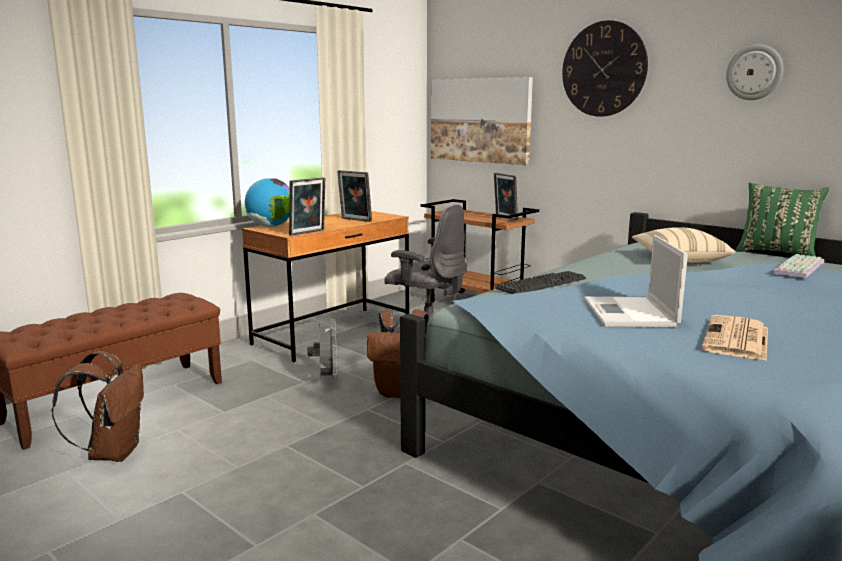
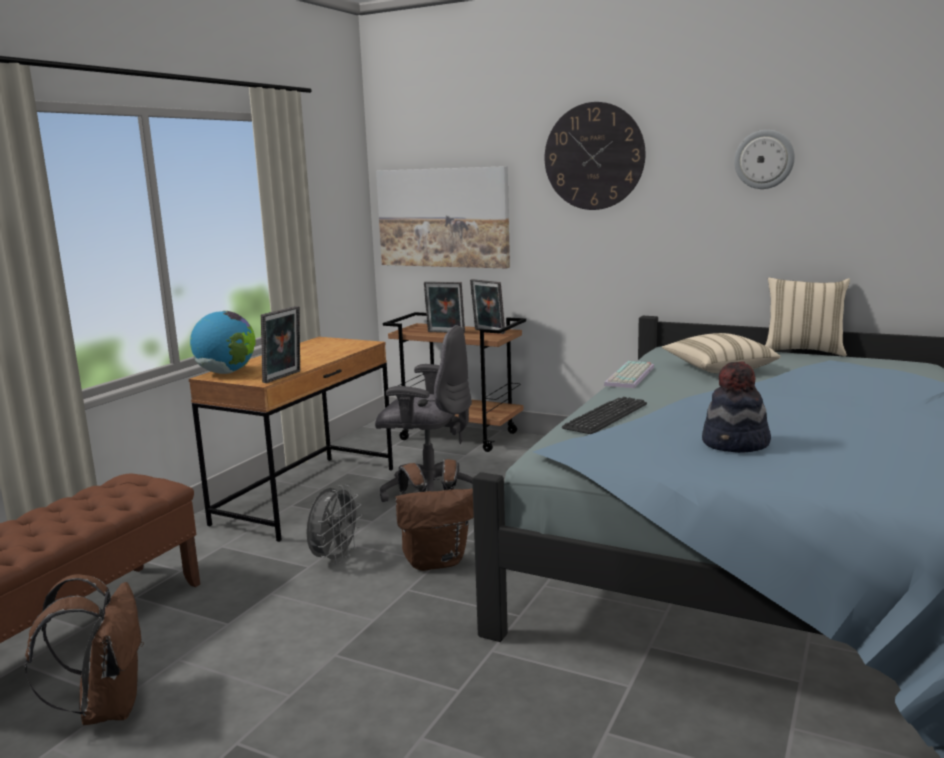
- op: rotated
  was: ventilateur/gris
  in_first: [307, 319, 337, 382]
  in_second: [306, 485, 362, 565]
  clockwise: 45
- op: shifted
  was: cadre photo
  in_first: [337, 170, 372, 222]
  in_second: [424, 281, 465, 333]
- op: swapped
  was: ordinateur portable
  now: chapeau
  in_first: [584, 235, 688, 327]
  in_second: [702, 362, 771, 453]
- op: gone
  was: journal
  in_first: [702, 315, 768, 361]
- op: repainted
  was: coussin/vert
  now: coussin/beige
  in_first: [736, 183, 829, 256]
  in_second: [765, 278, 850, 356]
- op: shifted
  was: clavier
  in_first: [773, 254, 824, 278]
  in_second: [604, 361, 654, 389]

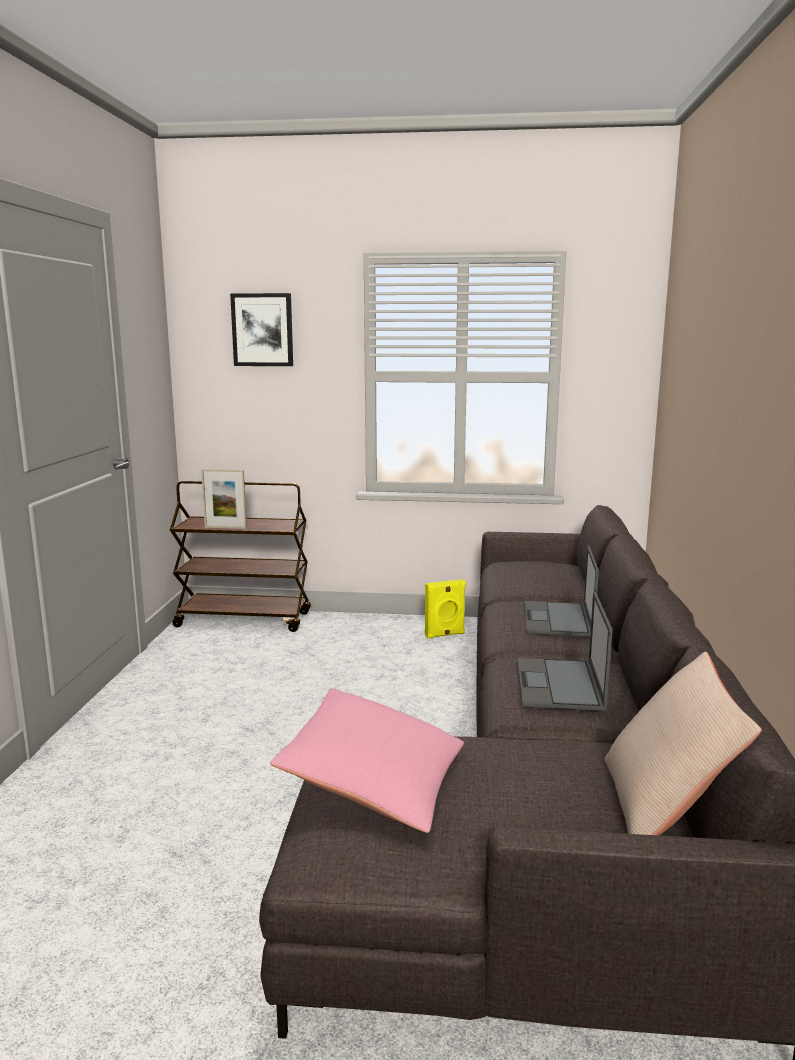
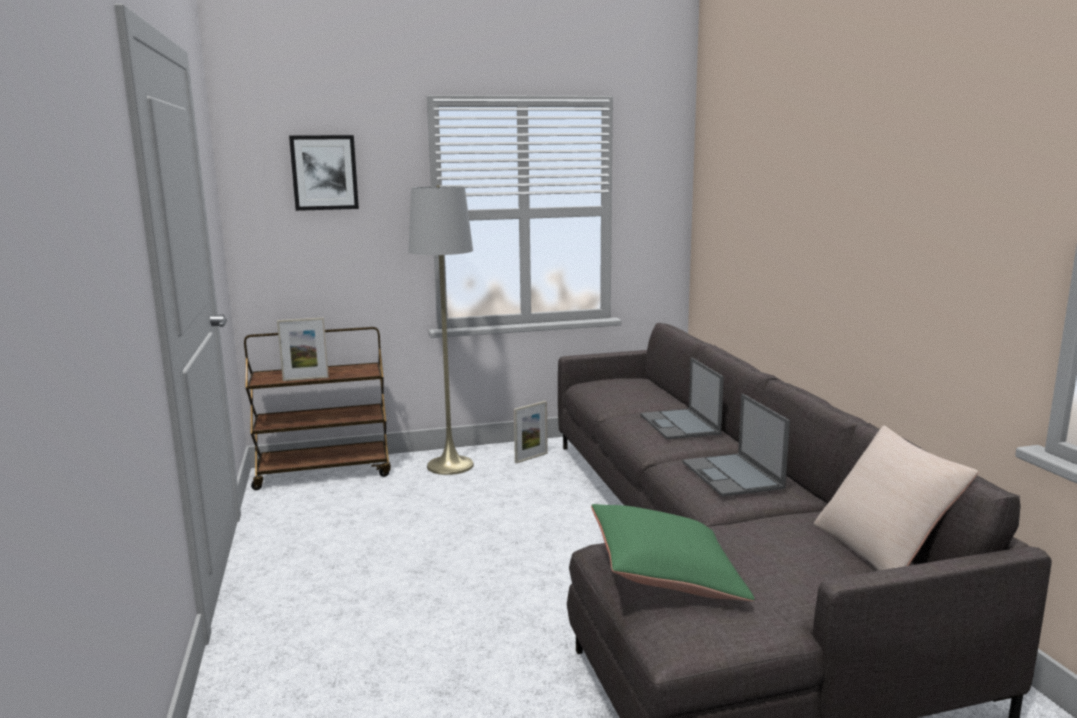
- op: repainted
  was: coussin/rose
  now: coussin/vert
  in_first: [270, 689, 464, 833]
  in_second: [591, 504, 755, 601]
- op: swapped
  was: enceinte/jaune
  now: cadre photo
  in_first: [425, 579, 466, 639]
  in_second: [514, 401, 548, 464]
- op: new
  now: lampadaire/gris
  in_second: [409, 185, 474, 475]

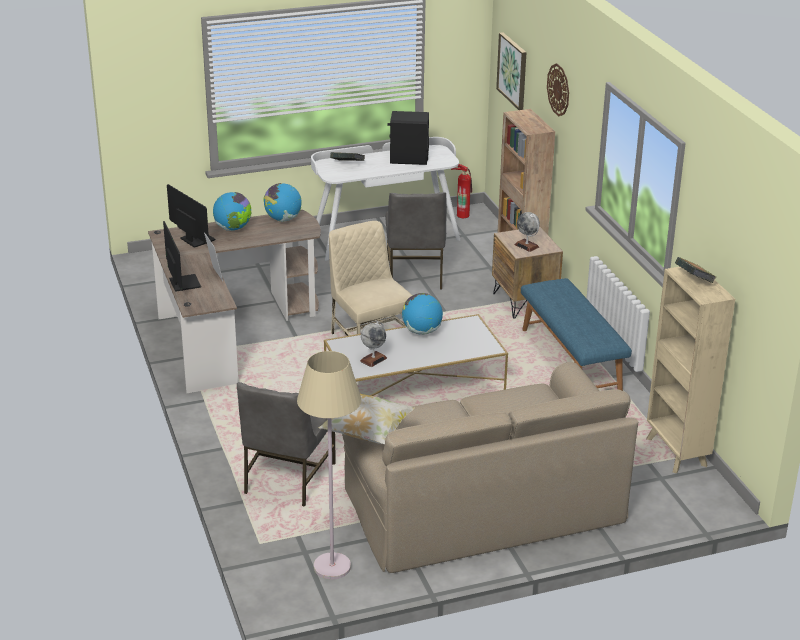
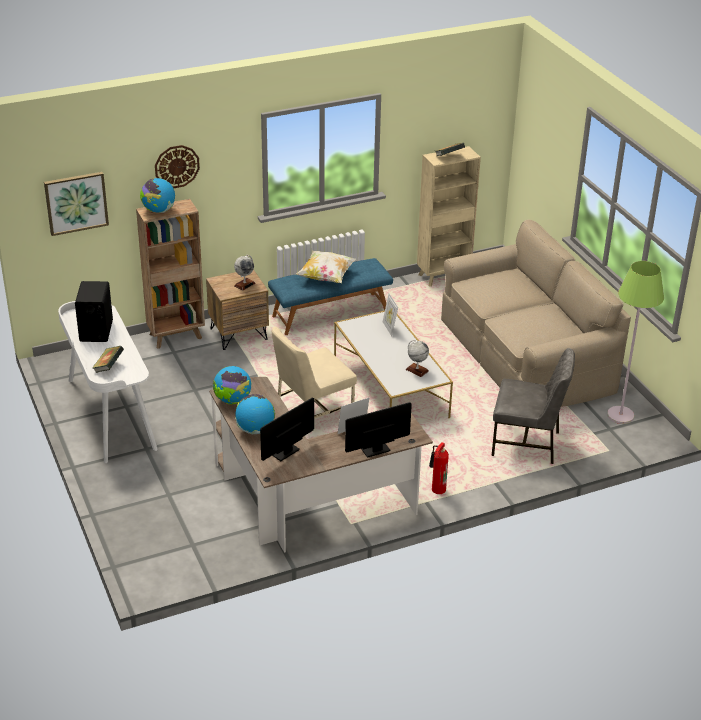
- op: repainted
  was: lampadaire/beige
  now: lampadaire/vert
  in_first: [297, 351, 361, 579]
  in_second: [607, 261, 664, 424]
- op: shifted
  was: coussin
  in_first: [319, 394, 415, 445]
  in_second: [296, 251, 356, 283]
- op: gone
  was: chaise/gris
  in_first: [386, 192, 447, 290]
- op: shifted
  was: globe
  in_first: [402, 293, 443, 335]
  in_second: [140, 178, 175, 213]
- op: shifted
  was: extincteur
  in_first: [451, 164, 472, 218]
  in_second: [429, 442, 449, 494]
- op: new
  now: cadre photo
  in_second: [383, 294, 398, 336]

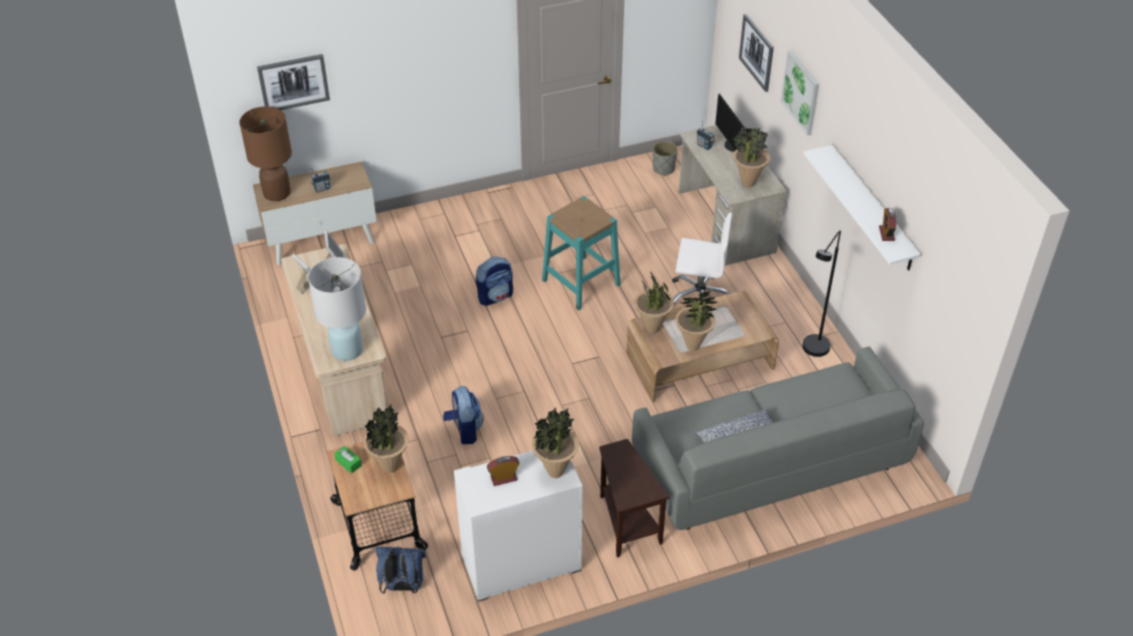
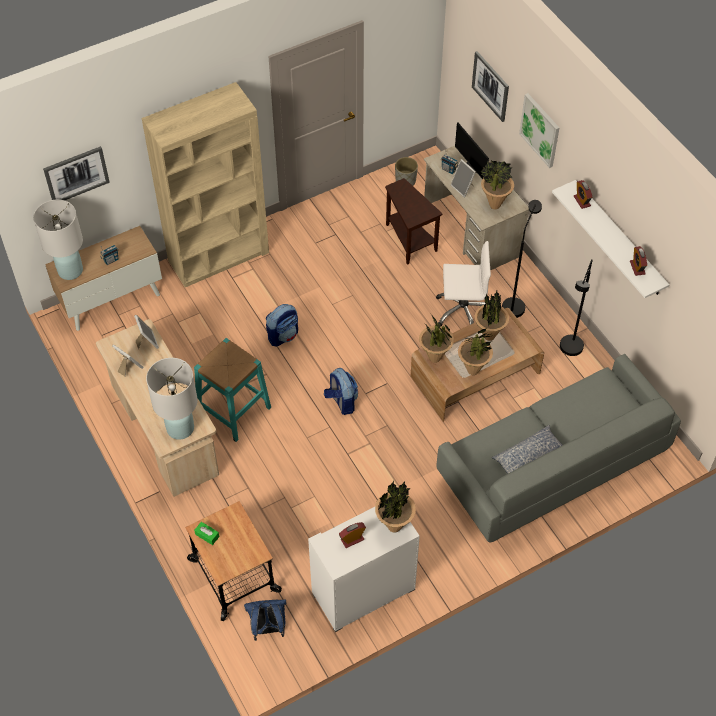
- op: repainted
  was: lampe de table/marron
  now: lampe de table/blanc
  in_first: [239, 106, 292, 201]
  in_second: [33, 200, 83, 280]
- op: shifted
  was: plante en pot
  in_first: [363, 404, 409, 473]
  in_second: [475, 291, 509, 341]
- op: shifted
  was: sac à dos
  in_first: [443, 386, 484, 444]
  in_second: [324, 368, 358, 415]
- op: shifted
  was: tabouret/turquoise
  in_first: [542, 196, 621, 310]
  in_second: [194, 338, 271, 442]
- op: shifted
  was: table d'appoint/marron
  in_first: [599, 439, 670, 558]
  in_second: [385, 178, 442, 265]
- op: new
  now: bibliothèque/beige
  in_second: [142, 82, 269, 287]
- op: new
  now: cadre photo
  in_second: [450, 159, 476, 198]
- op: new
  now: lampadaire/noir
  in_second: [502, 200, 542, 318]
- op: new
  now: réveil
  in_second: [574, 180, 592, 209]

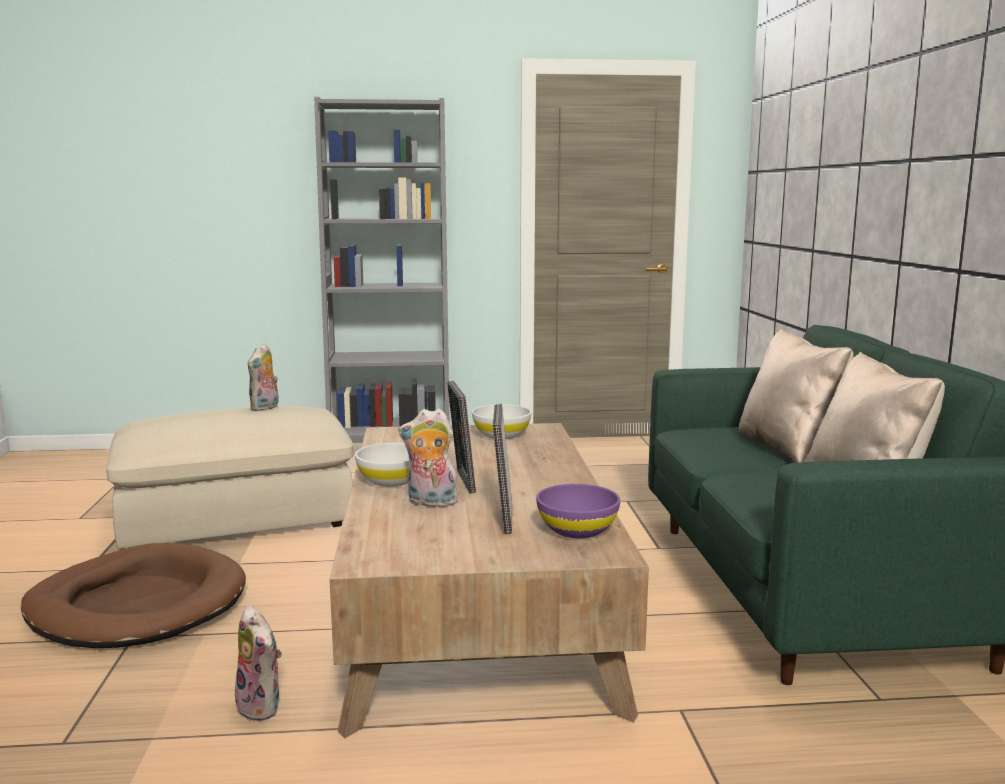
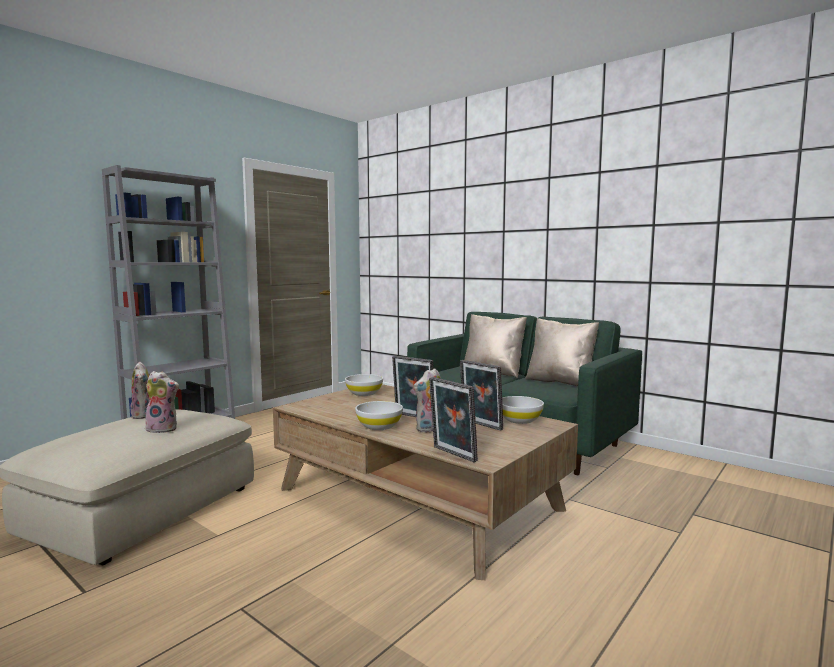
- op: gone
  was: panier pour chien/marron
  in_first: [21, 543, 246, 648]
- op: shifted
  was: peluche
  in_first: [235, 606, 282, 721]
  in_second: [145, 371, 179, 433]
- op: repainted
  was: bol/violet
  now: bol/blanc
  in_first: [536, 484, 620, 538]
  in_second: [502, 396, 544, 424]
- op: new
  now: cadre photo
  in_second: [429, 377, 478, 462]

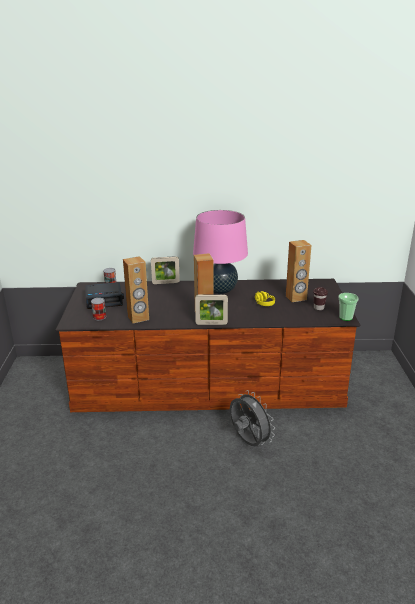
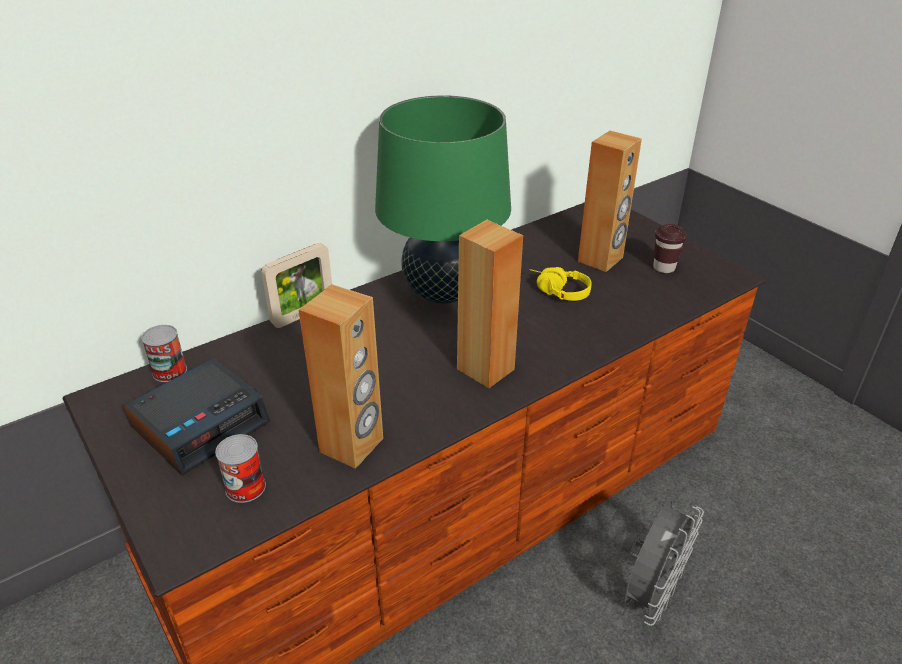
- op: repainted
  was: lampe de table/rose
  now: lampe de table/vert
  in_first: [193, 210, 248, 294]
  in_second: [375, 95, 511, 304]
- op: gone
  was: cadre photo
  in_first: [195, 295, 228, 325]
- op: rotated
  was: ventilateur/gris
  in_first: [230, 390, 275, 446]
  in_second: [622, 501, 704, 626]
  clockwise: 105
- op: gone
  was: tasse
  in_first: [339, 293, 359, 321]

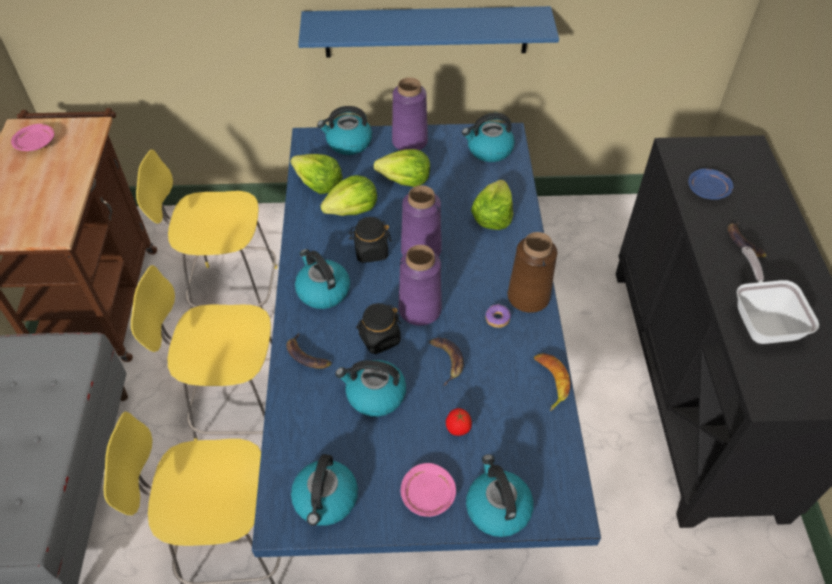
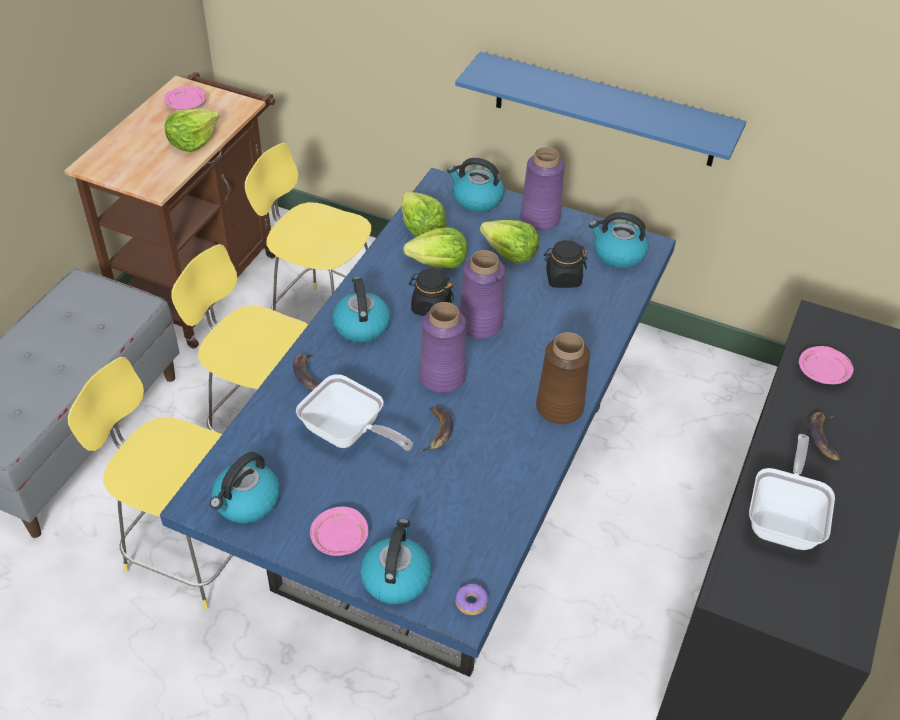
- op: swapped
  was: bouilloire
  now: poêle
  in_first: [335, 360, 406, 417]
  in_second: [296, 374, 413, 451]
- op: shifted
  was: bocal/noir
  in_first: [356, 303, 401, 354]
  in_second: [544, 240, 587, 288]
- op: gone
  was: tomate
  in_first: [446, 408, 472, 436]
- op: shifted
  was: laitue
  in_first: [471, 180, 513, 230]
  in_second: [165, 108, 220, 152]
- op: shifted
  was: beignet
  in_first: [485, 304, 511, 328]
  in_second: [455, 583, 488, 615]
- op: gone
  was: banane
  in_first: [534, 353, 570, 411]
- op: repainted
  was: assiette/bleu
  now: assiette/rose
  in_first: [688, 169, 733, 200]
  in_second: [799, 346, 853, 384]

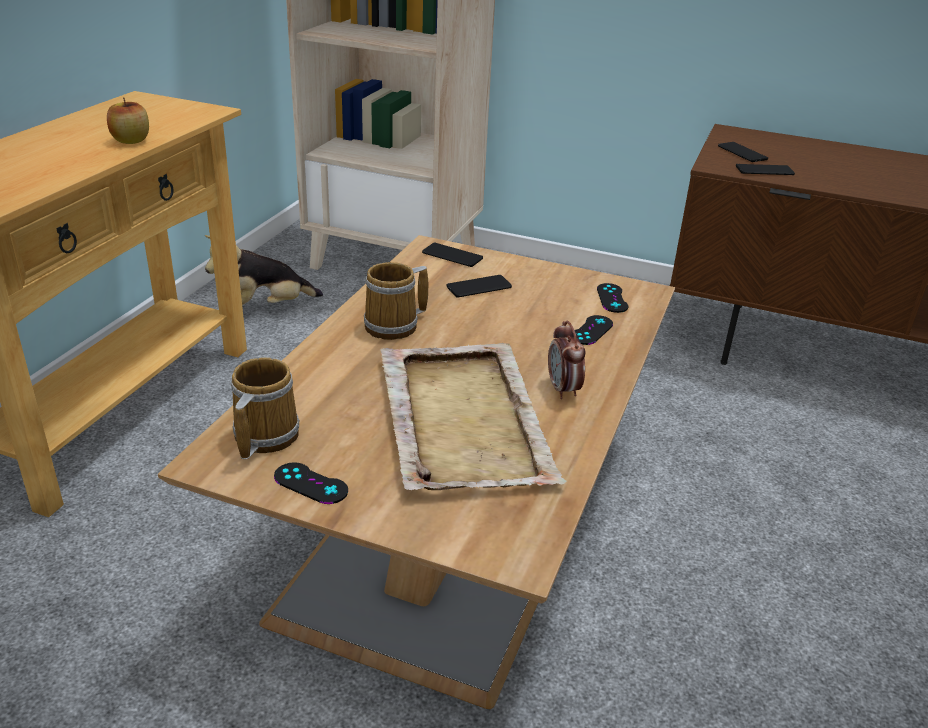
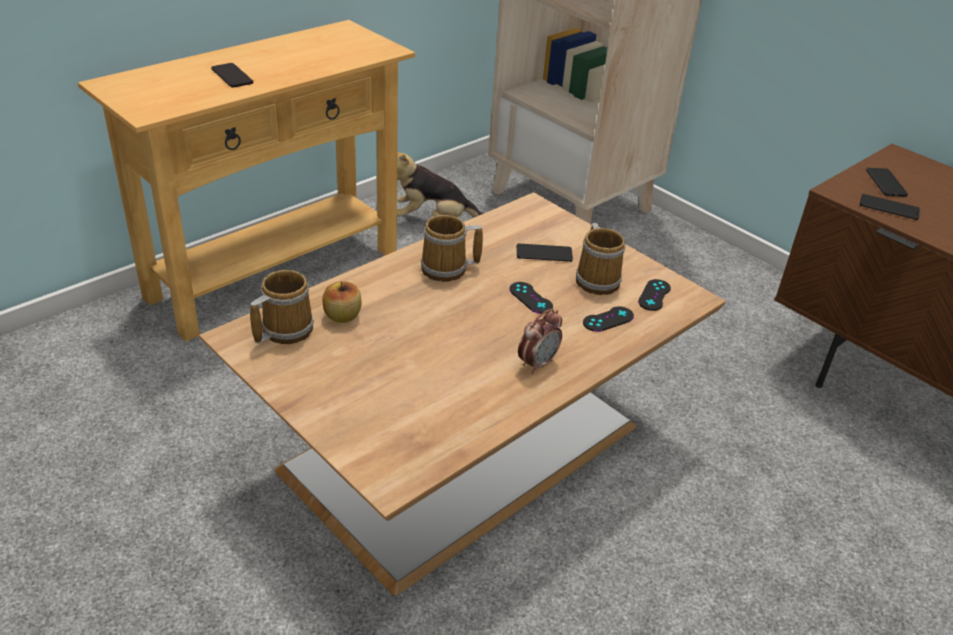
- op: shifted
  was: pomme
  in_first: [107, 97, 149, 144]
  in_second: [322, 281, 362, 323]
- op: shifted
  was: manette/noir
  in_first: [274, 462, 348, 504]
  in_second: [509, 282, 553, 314]
- op: gone
  was: plateau/beige
  in_first: [380, 343, 567, 490]
- op: shifted
  was: téléphone
  in_first: [422, 243, 483, 267]
  in_second: [211, 63, 253, 88]
- op: rotated
  was: réveil
  in_first: [548, 321, 585, 399]
  in_second: [518, 309, 562, 374]
  clockwise: -150
- op: new
  now: mug
  in_second: [576, 223, 626, 295]

